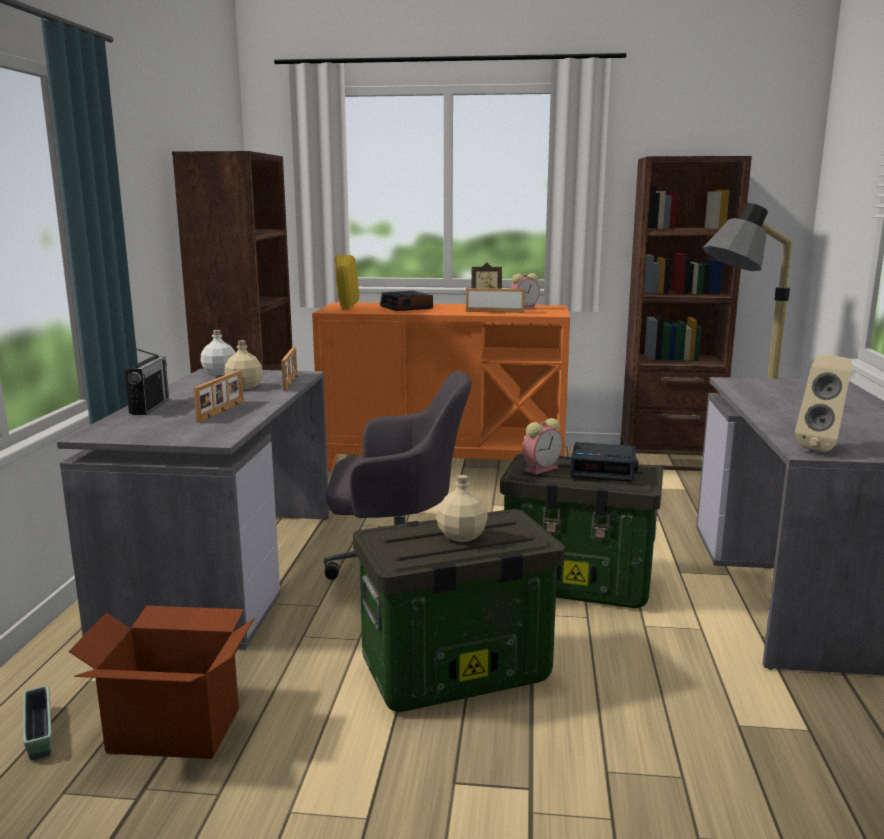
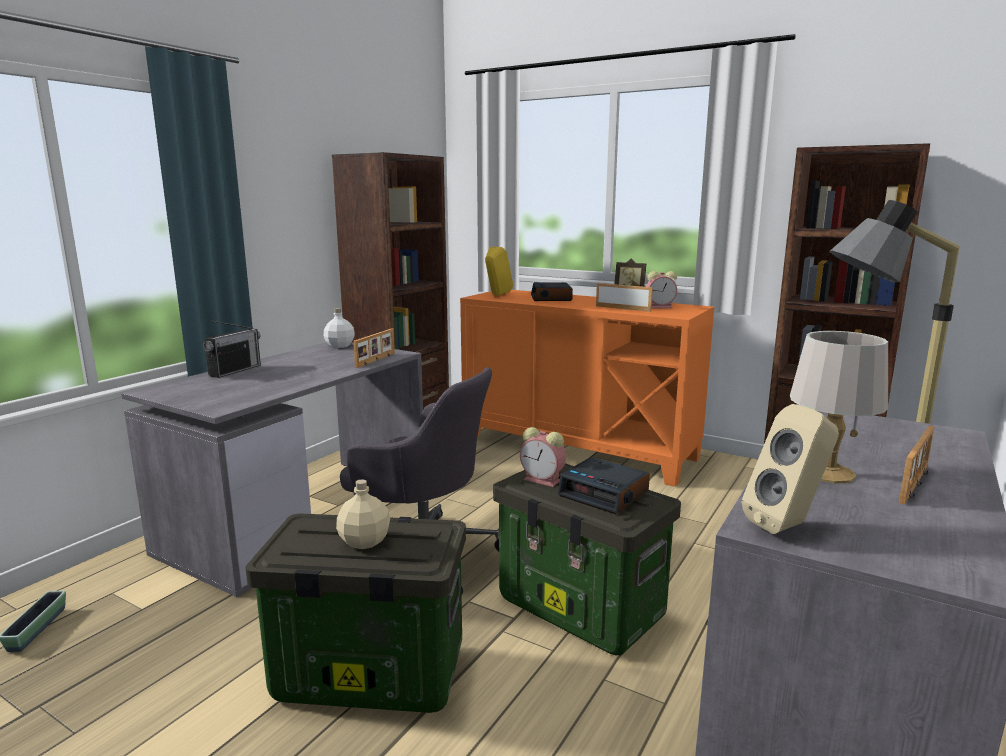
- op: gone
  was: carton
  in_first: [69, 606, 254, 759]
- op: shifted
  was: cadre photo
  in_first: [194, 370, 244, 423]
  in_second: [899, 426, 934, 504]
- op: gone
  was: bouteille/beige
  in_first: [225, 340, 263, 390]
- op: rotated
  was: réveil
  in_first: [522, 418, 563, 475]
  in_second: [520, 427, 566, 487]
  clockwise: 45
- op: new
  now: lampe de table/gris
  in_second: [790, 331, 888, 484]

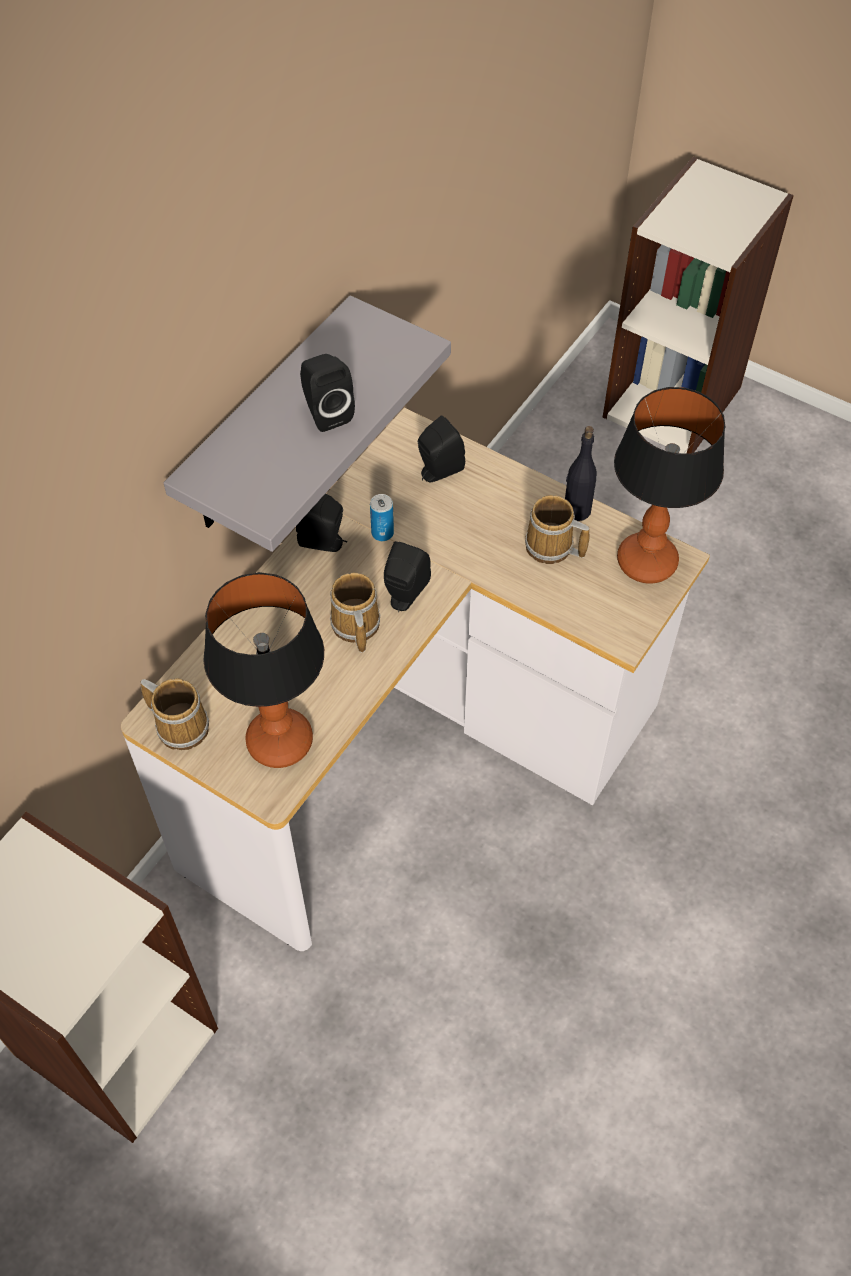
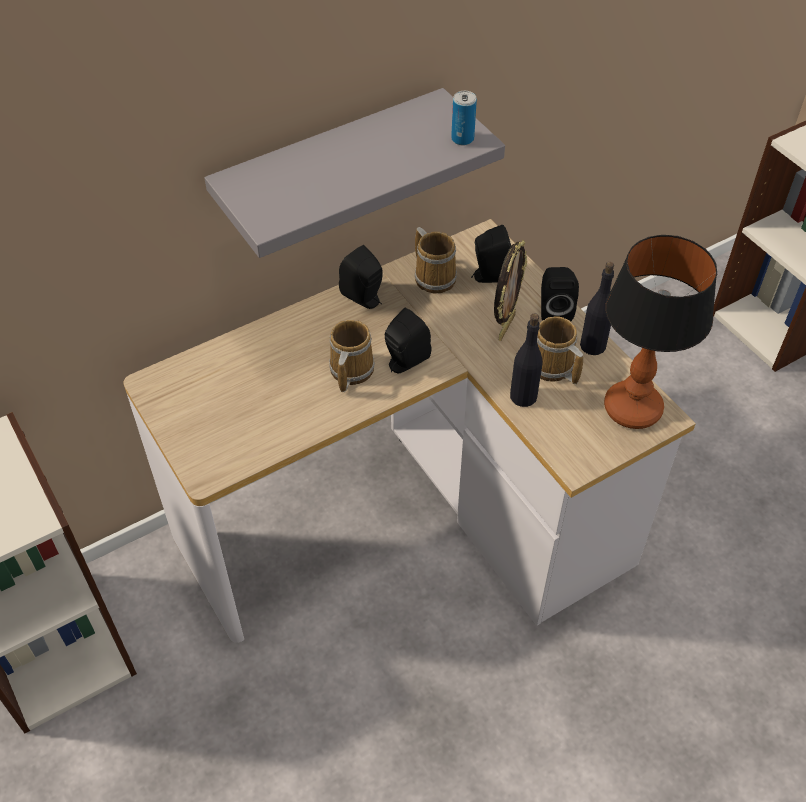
- op: shifted
  was: mug
  in_first: [141, 678, 209, 750]
  in_second: [415, 227, 457, 294]
- op: gone
  was: lampe de table
  in_first: [204, 572, 324, 768]
- op: shifted
  was: enceinte/noir
  in_first: [300, 354, 355, 432]
  in_second: [541, 267, 579, 321]
- op: shifted
  was: boîte métallique
  in_first: [370, 494, 394, 541]
  in_second: [451, 91, 477, 145]
- op: new
  now: cadre photo
  in_second: [494, 240, 527, 341]
- op: new
  now: bouteille/noir
  in_second: [510, 313, 543, 407]

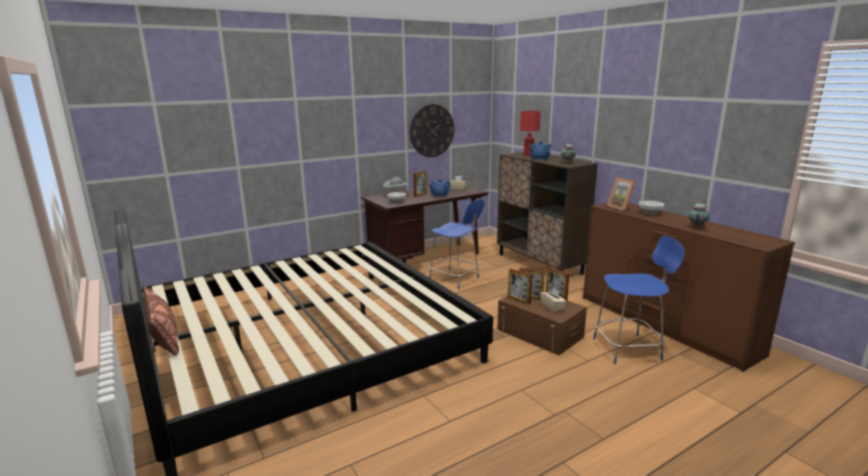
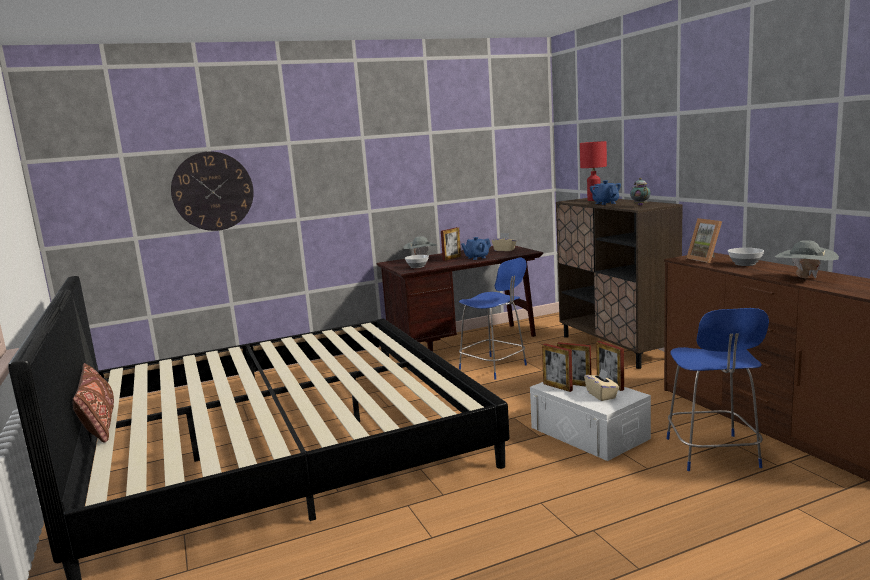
- op: shifted
  was: horloge murale
  in_first: [409, 104, 454, 157]
  in_second: [171, 152, 254, 231]
- op: repainted
  was: boîte de rangement/marron
  now: boîte de rangement/blanc
  in_first: [497, 296, 587, 355]
  in_second: [530, 382, 651, 461]
- op: rotated
  was: chaise/bleu
  in_first: [593, 236, 685, 364]
  in_second: [666, 308, 769, 471]
  clockwise: 90
- op: swapped
  was: théière
  now: chapeau/gris
  in_first: [688, 201, 710, 228]
  in_second: [774, 240, 839, 278]

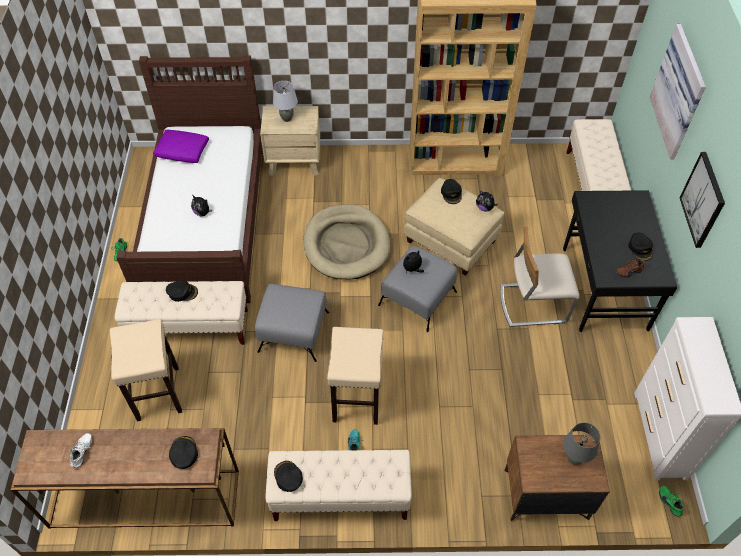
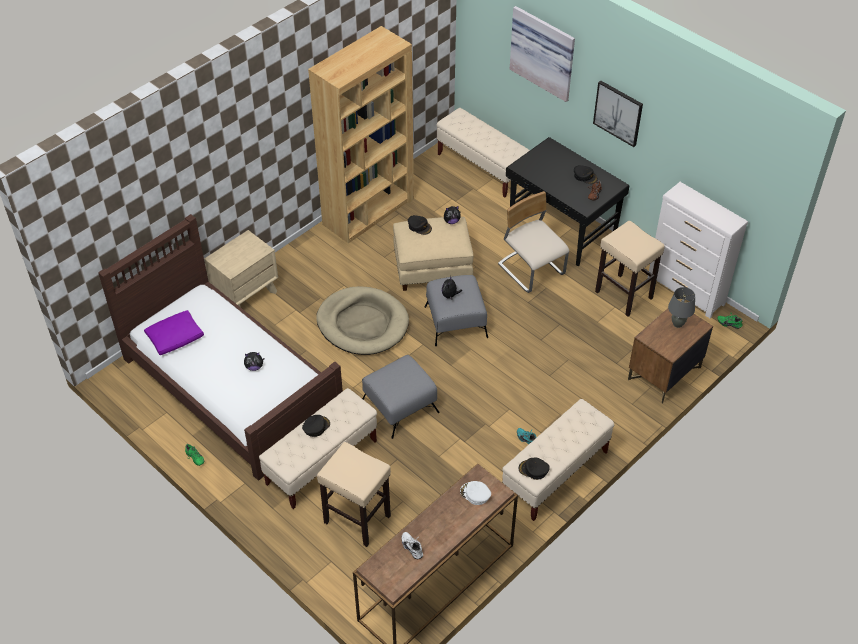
- op: repainted
  was: casquette/noir
  now: casquette/blanc
  in_first: [169, 436, 198, 469]
  in_second: [460, 481, 491, 505]
- op: gone
  was: lampe de table/gris
  in_first: [273, 81, 298, 122]
- op: shifted
  was: tabouret/beige
  in_first: [327, 327, 383, 425]
  in_second: [595, 221, 665, 317]
- op: rotated
  was: chaise/beige
  in_first: [500, 227, 580, 327]
  in_second: [498, 191, 569, 293]
  clockwise: 105

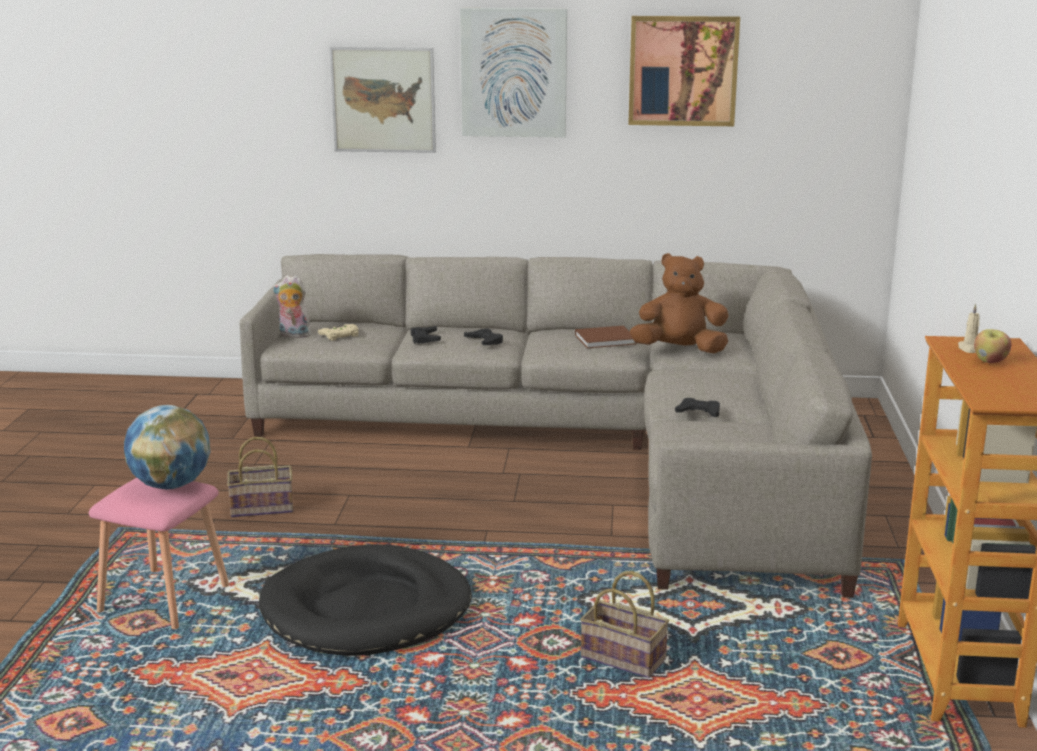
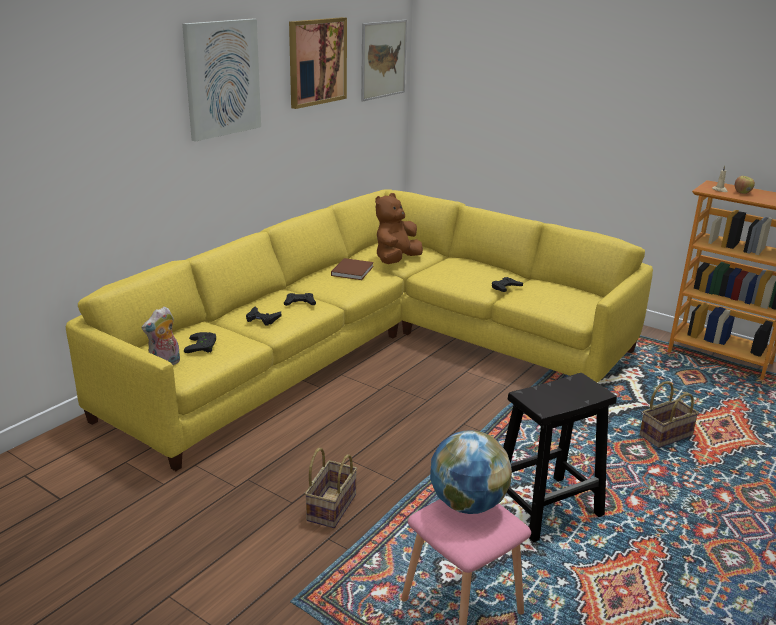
- op: repainted
  was: canapé/gris
  now: canapé/jaune
  in_first: [239, 254, 872, 598]
  in_second: [66, 190, 653, 471]
- op: swapped
  was: panier pour chien/noir
  now: tabouret/noir
  in_first: [259, 544, 472, 656]
  in_second: [503, 373, 617, 542]
- op: repainted
  was: manette/beige
  now: manette/noir
  in_first: [318, 324, 358, 341]
  in_second: [184, 332, 216, 353]
- op: shifted
  was: tableau
  in_first: [330, 47, 436, 153]
  in_second: [361, 20, 407, 101]

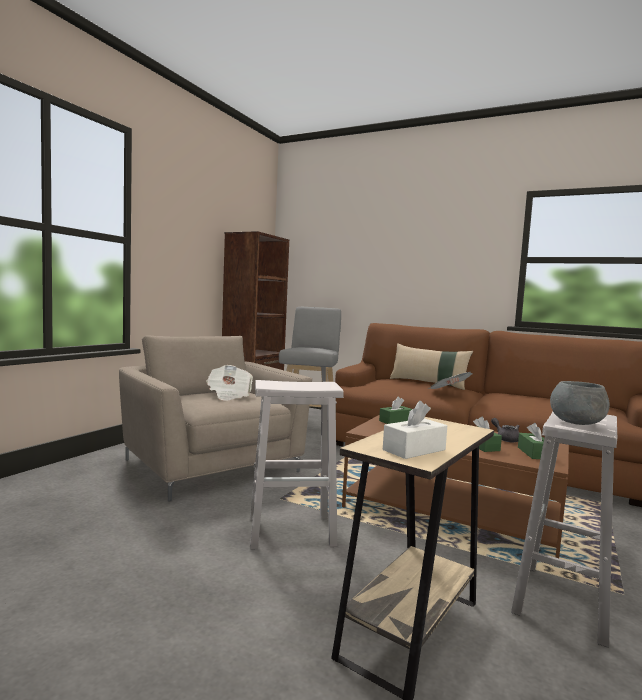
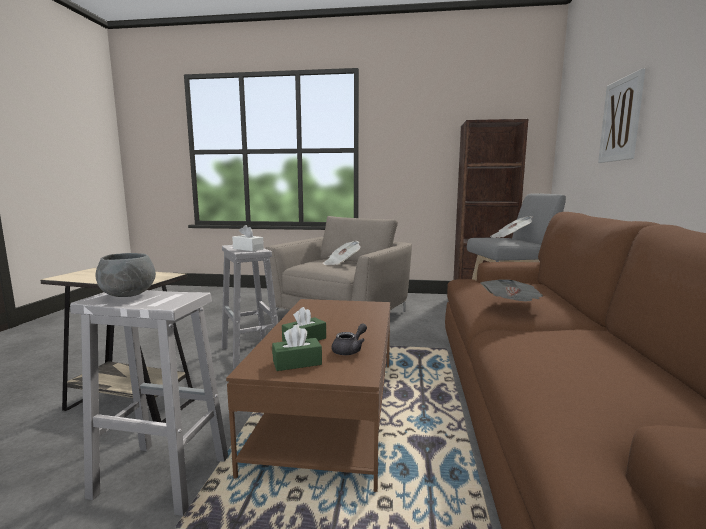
- op: gone
  was: boîte à mouchoirs/vert
  in_first: [379, 397, 412, 424]
- op: shifted
  was: boîte à mouchoirs/blanc
  in_first: [383, 401, 447, 459]
  in_second: [232, 225, 264, 251]
- op: gone
  was: coussin/beige
  in_first: [390, 343, 473, 390]
- op: new
  now: journal
  in_second: [490, 216, 532, 238]
- op: new
  now: tableau
  in_second: [598, 68, 645, 163]

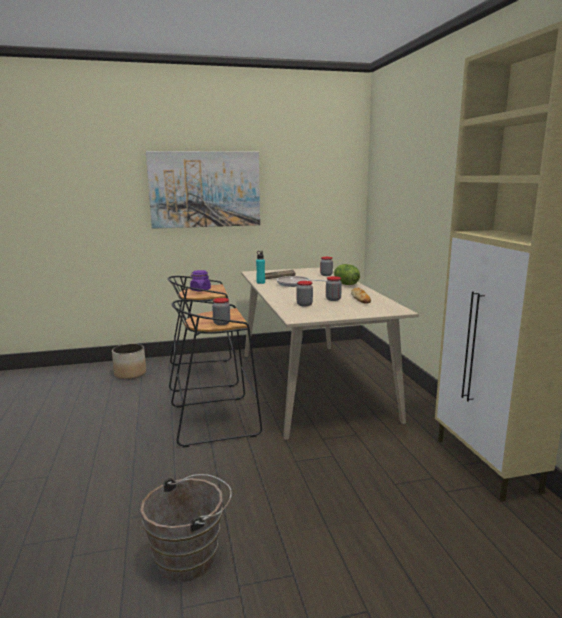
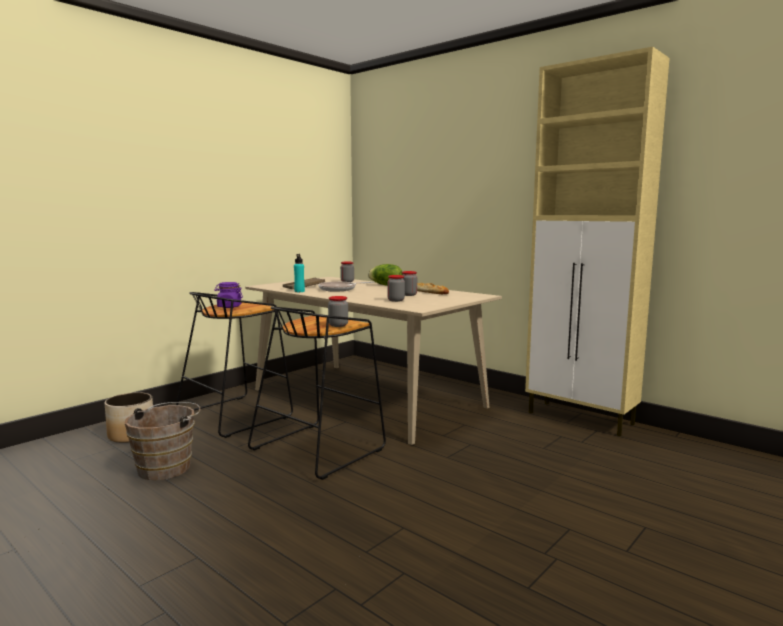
- op: shifted
  was: seau/marron
  in_first: [140, 474, 232, 582]
  in_second: [125, 402, 200, 480]
- op: gone
  was: tableau
  in_first: [146, 151, 260, 229]

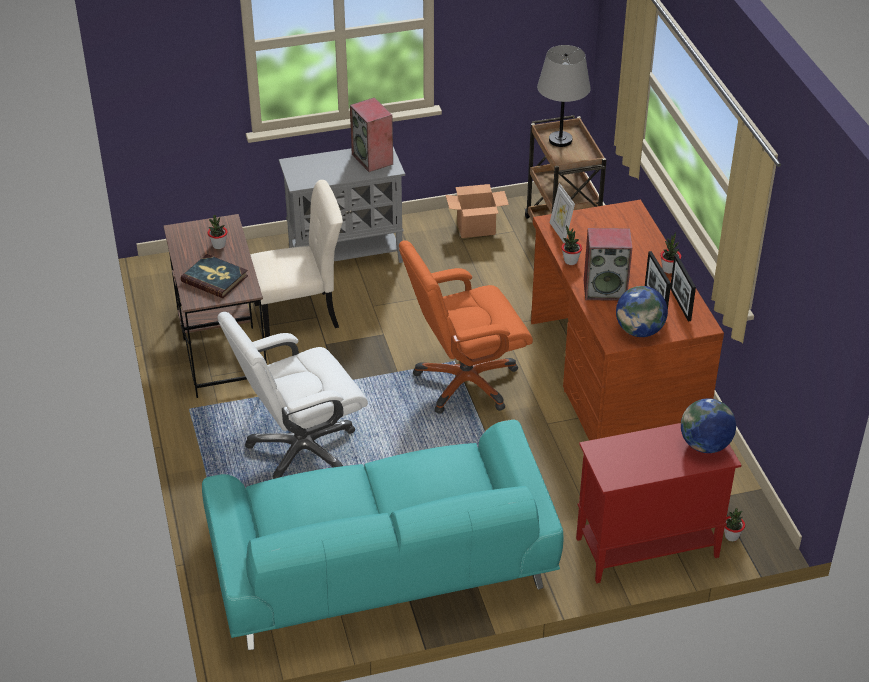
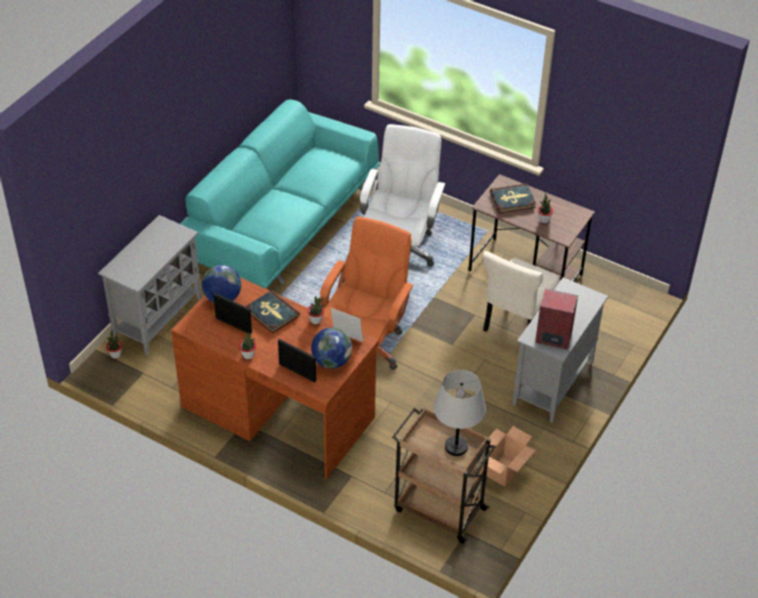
- op: repainted
  was: meuble de rangement/rouge
  now: meuble de rangement/gris
  in_first: [576, 423, 741, 583]
  in_second: [98, 215, 201, 355]
- op: swapped
  was: enceinte
  now: livre
  in_first: [584, 228, 632, 301]
  in_second: [245, 290, 300, 334]
- op: shifted
  was: cadre photo
  in_first: [670, 254, 696, 322]
  in_second: [278, 339, 316, 382]
- op: shifted
  was: globe
  in_first: [681, 398, 736, 453]
  in_second: [311, 328, 352, 369]

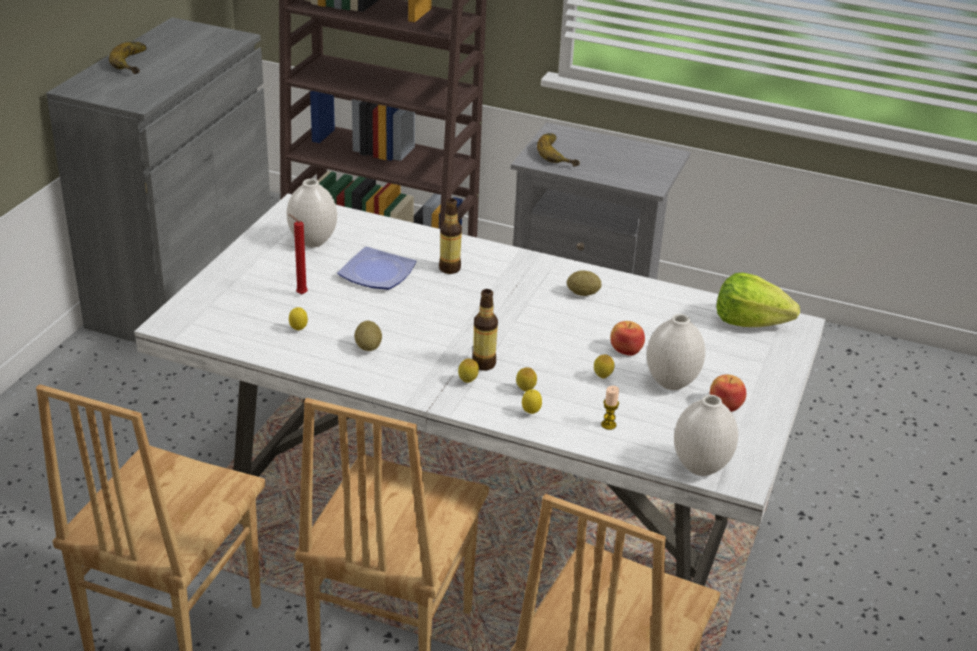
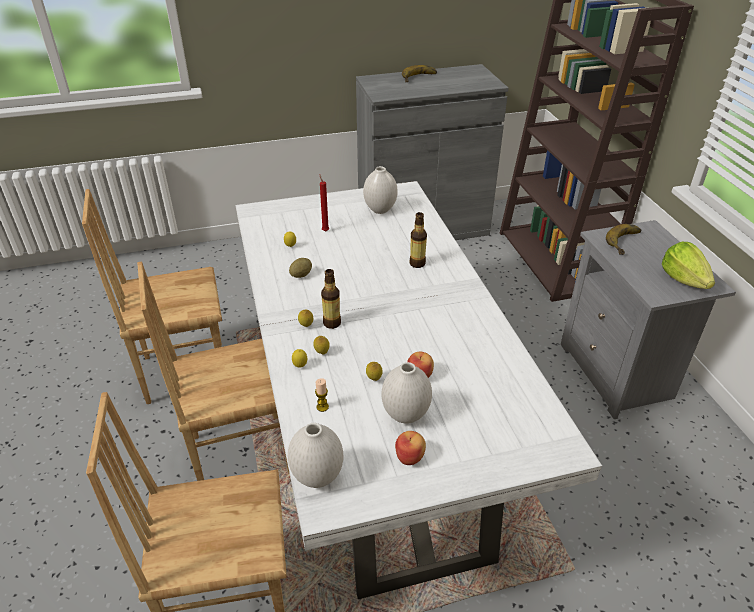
- op: gone
  was: assiette
  in_first: [337, 247, 416, 290]
- op: gone
  was: pomme de terre
  in_first: [567, 270, 601, 296]
- op: shifted
  was: laitue
  in_first: [716, 273, 800, 327]
  in_second: [662, 242, 715, 289]

